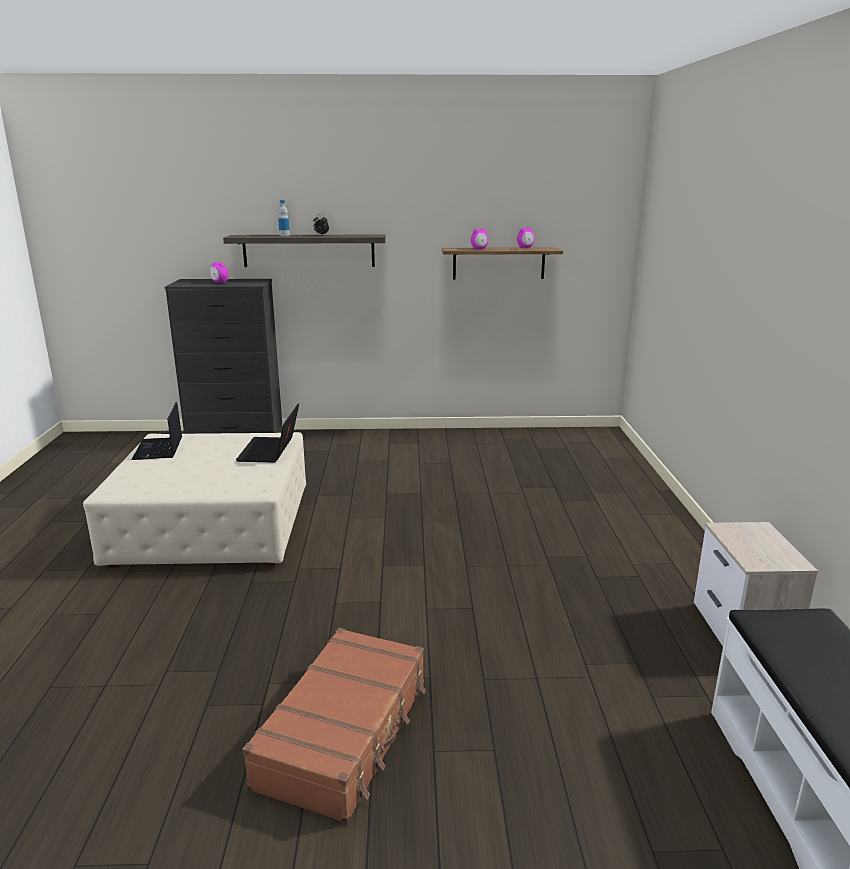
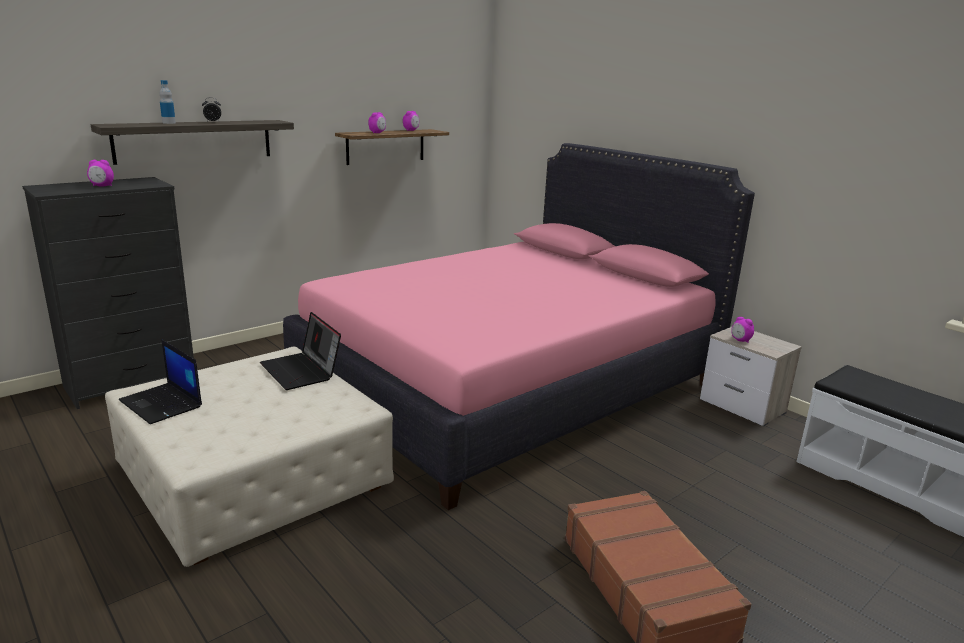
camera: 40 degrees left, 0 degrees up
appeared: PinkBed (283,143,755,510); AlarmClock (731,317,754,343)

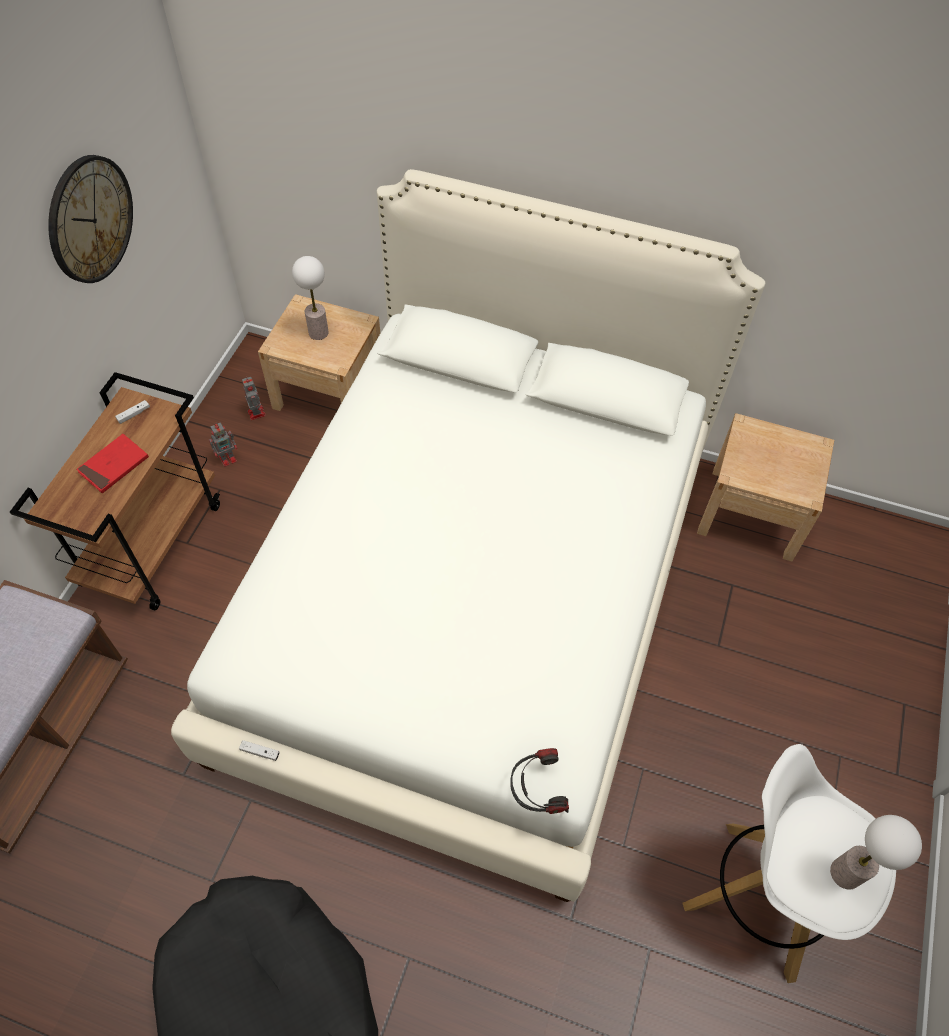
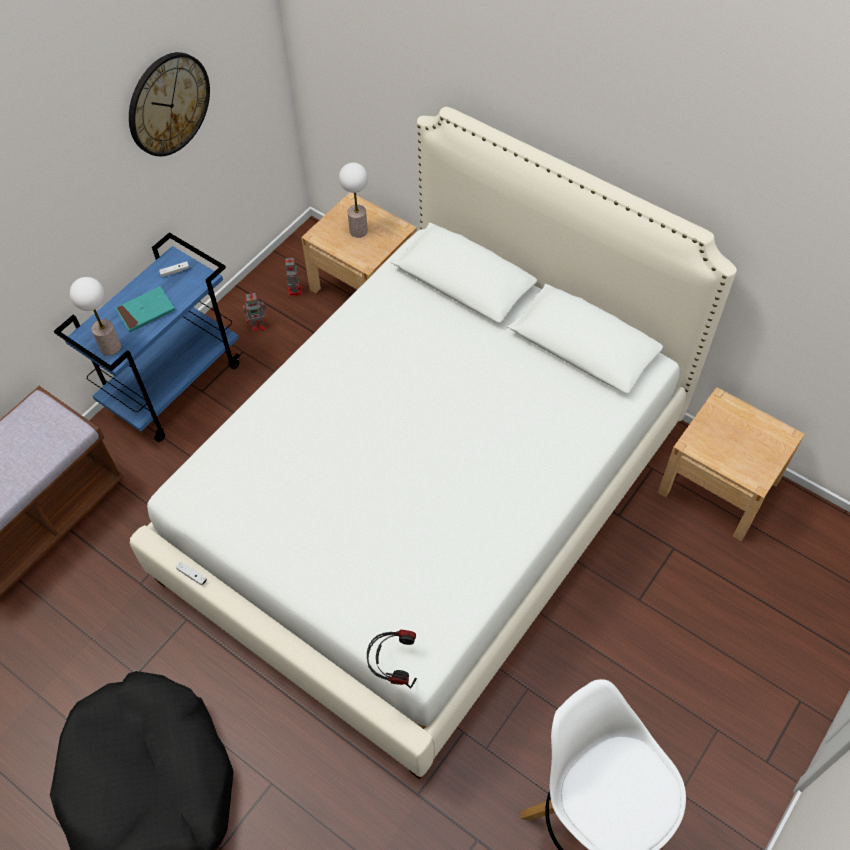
camera: 20 degrees right, 0 degrees up
relocated: TableLamp (830,815,922,890) to (70,277,121,356)
colour: BrownCart (10,372,220,611) to BlueCart (54,232,240,442); RedBook (76,434,149,493) to TurquoiseBook (115,286,175,332)

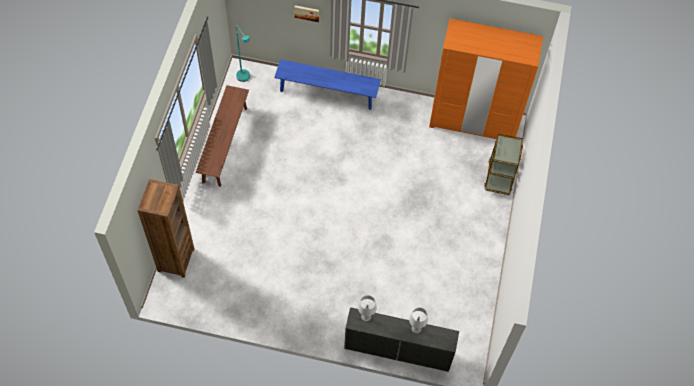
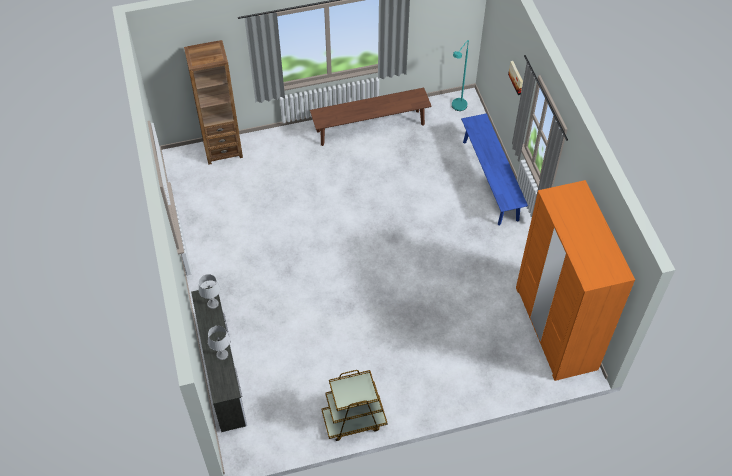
camera: 65 degrees right, 5 degrees down
relocated: BrownCart (484,133,523,195) to (321,370,387,441)

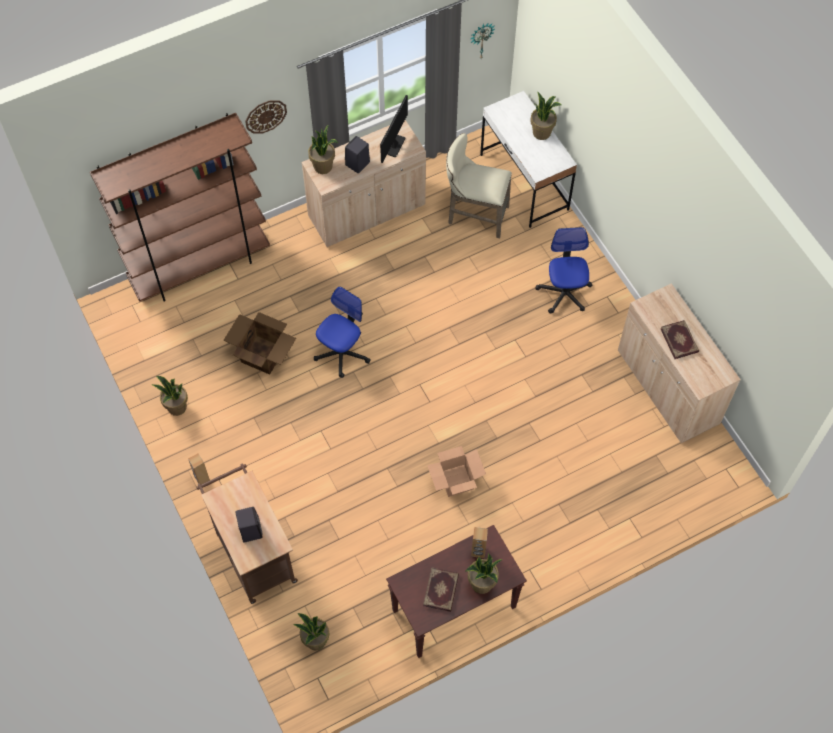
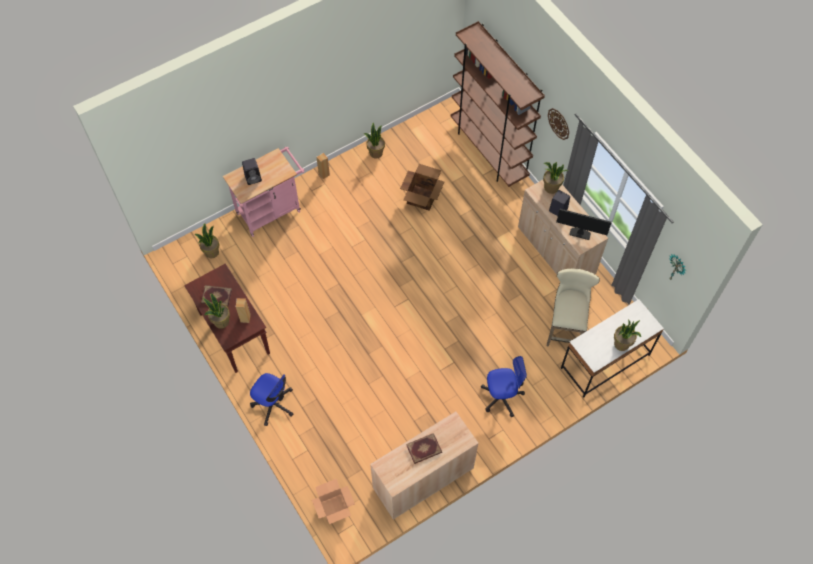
camera: 85 degrees right, 0 degrees up
relocated: OfficeChair (314,286,371,378) to (250,373,293,426); CardboardBox (427,446,486,497) to (312,479,355,524)
colour: BrownCart (196,463,298,604) to PinkCart (223,147,304,237)

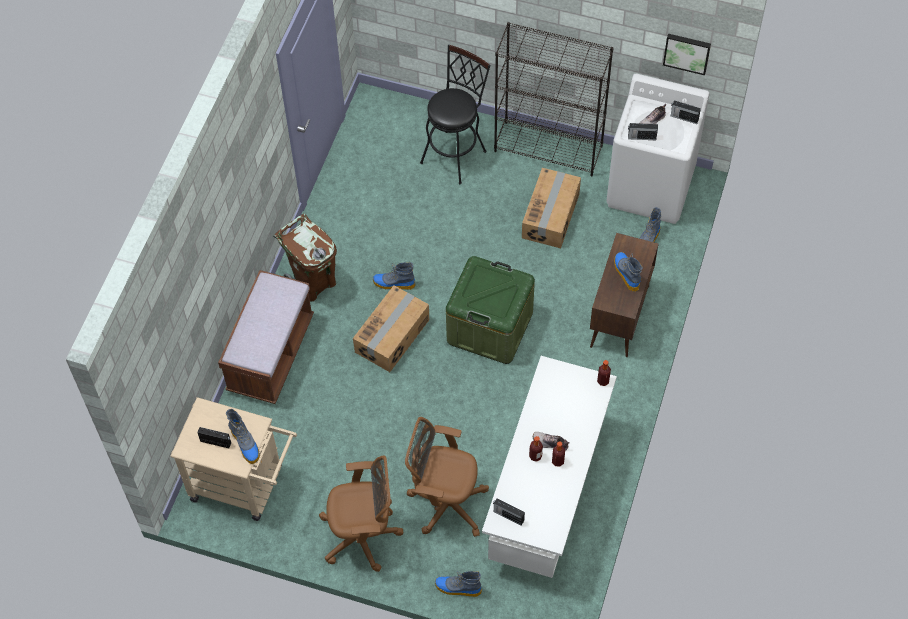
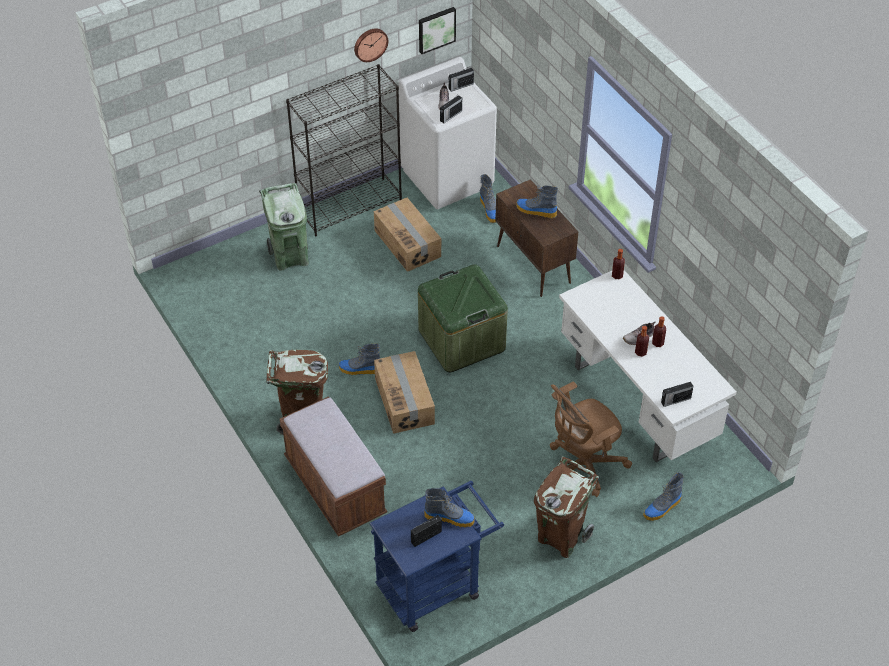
camera: 50 degrees left, 10 degrees down
appeared: WallClock (354,29,388,62)
exchanged: BlackStool (420,45,490,184) to GreenTrashCan (259,183,309,271); BrownOfficeChair (319,455,403,572) to BrownTrashCan (534,456,599,558)
colour: BeigeCart (170,397,297,521) to BlueCart (369,481,504,632)
spun: Boot (373,262,415,290) = (339,343,380,375) 45 degrees clockwise

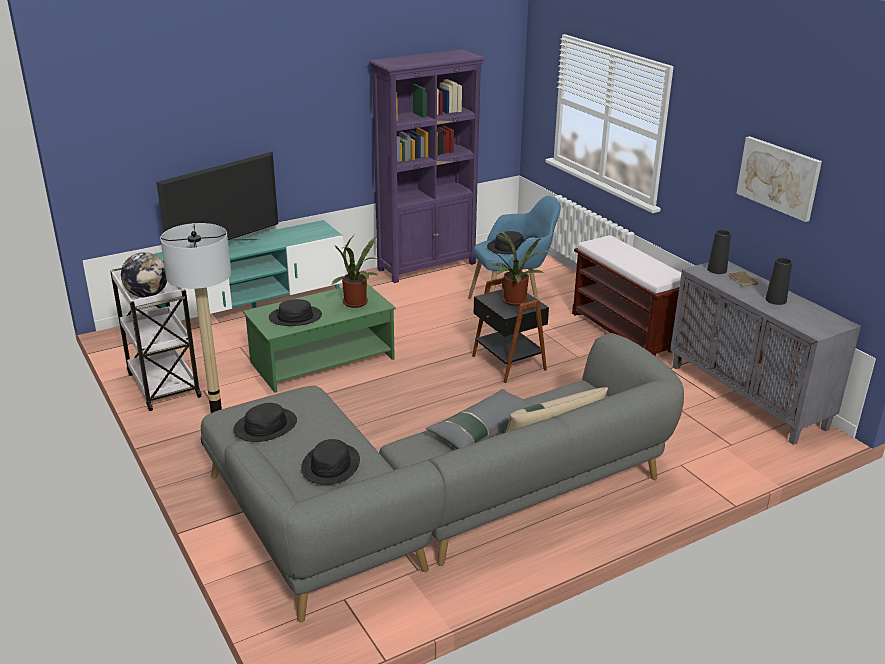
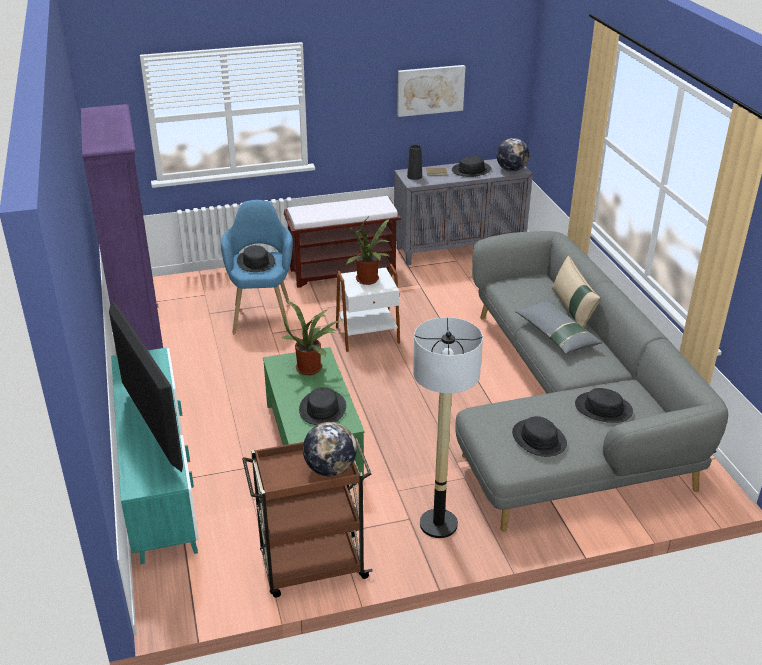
camera: 75 degrees left, 5 degrees up
appeared: Globe (496,138,529,172)
exchanged: BlackVase (765,258,792,305) to BlackHat (452,156,491,177)
colour: WhiteCart (110,260,202,411) to BrownCart (242,438,372,598); BlackSideTable (472,277,549,383) to WhiteSideTable (336,264,400,352)

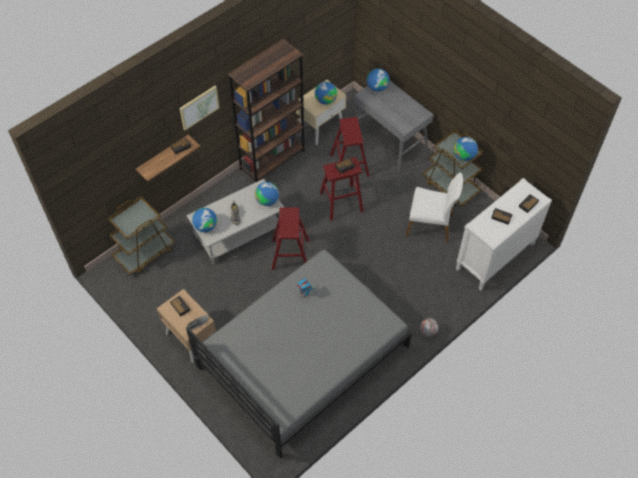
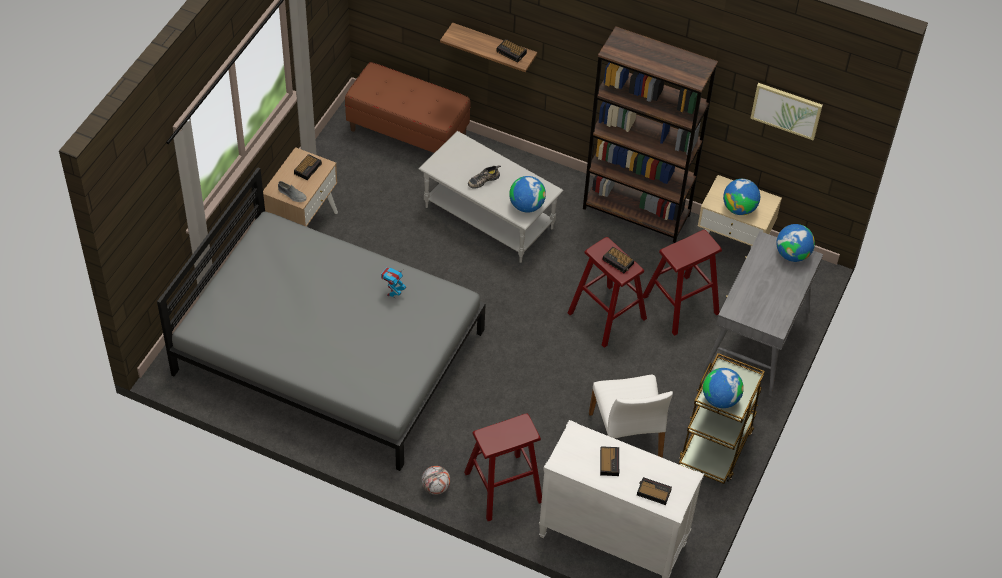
camera: 65 degrees right, 5 degrees down
missing: Globe (192,208,217,232)
relocated: Picture (180,86,220,130) to (750,83,823,140); RedStool (272,207,309,270) to (464,413,542,521)
exchanged: BrownCart (108,196,175,275) to BrownBench (345,62,471,153)

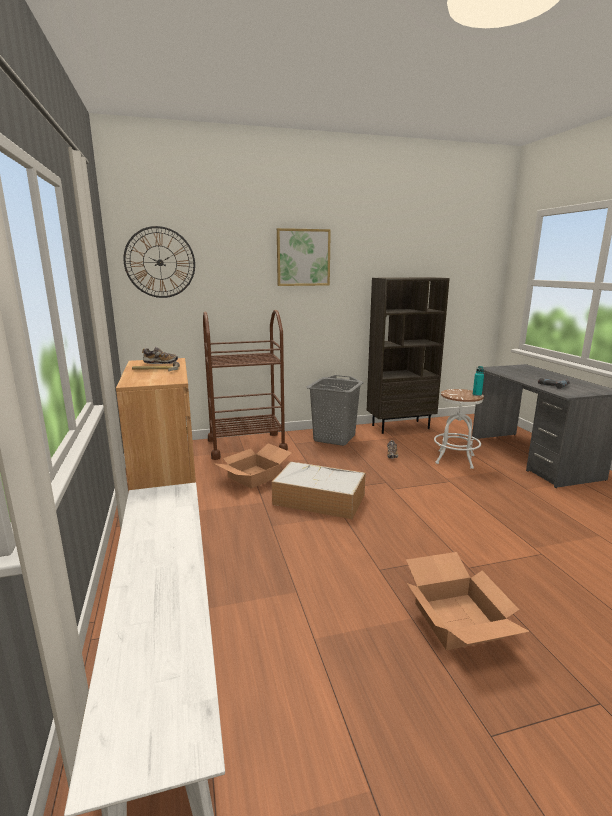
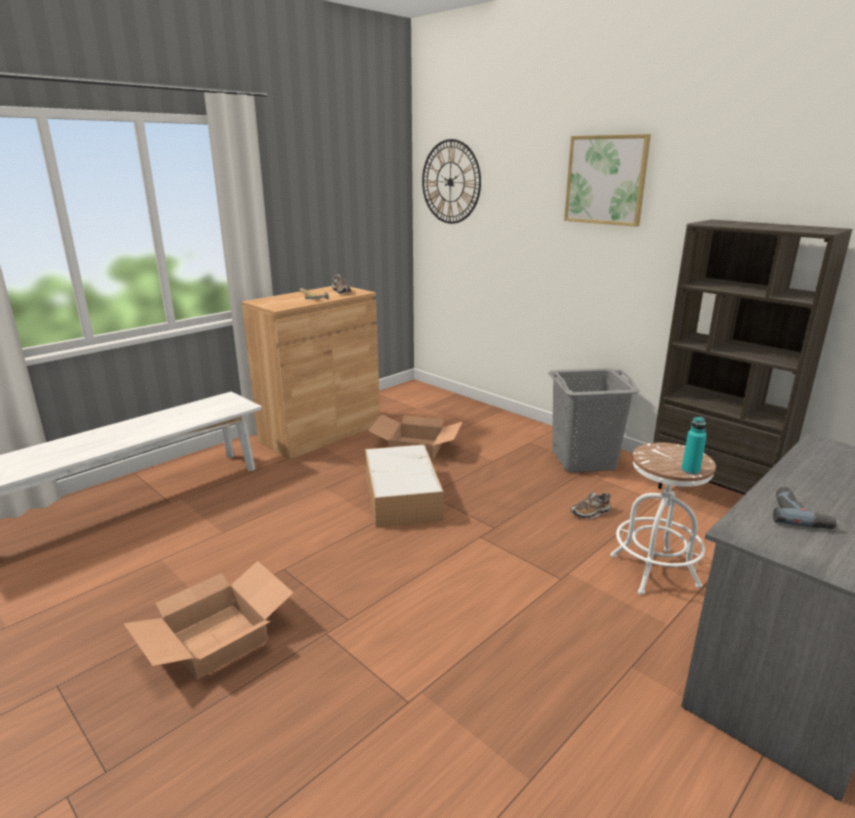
camera: 60 degrees right, 5 degrees up
missing: BrownCart (203,310,288,460)

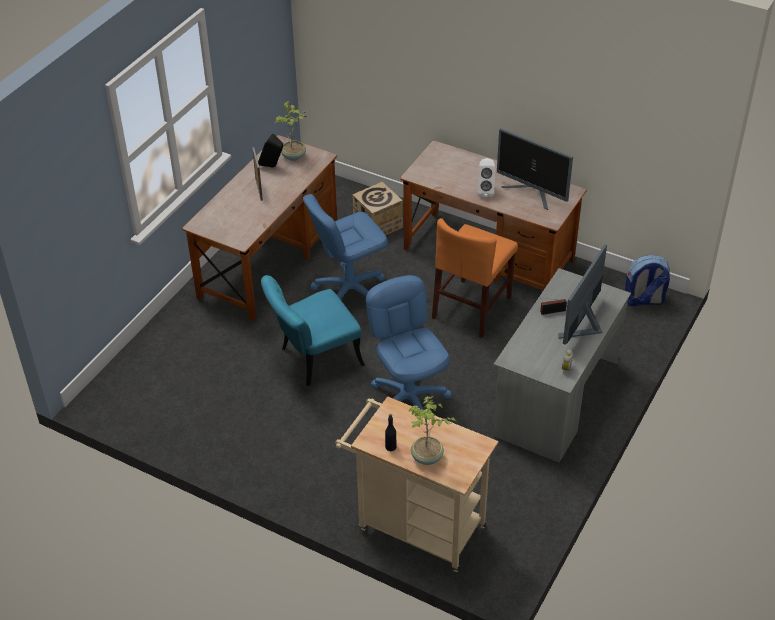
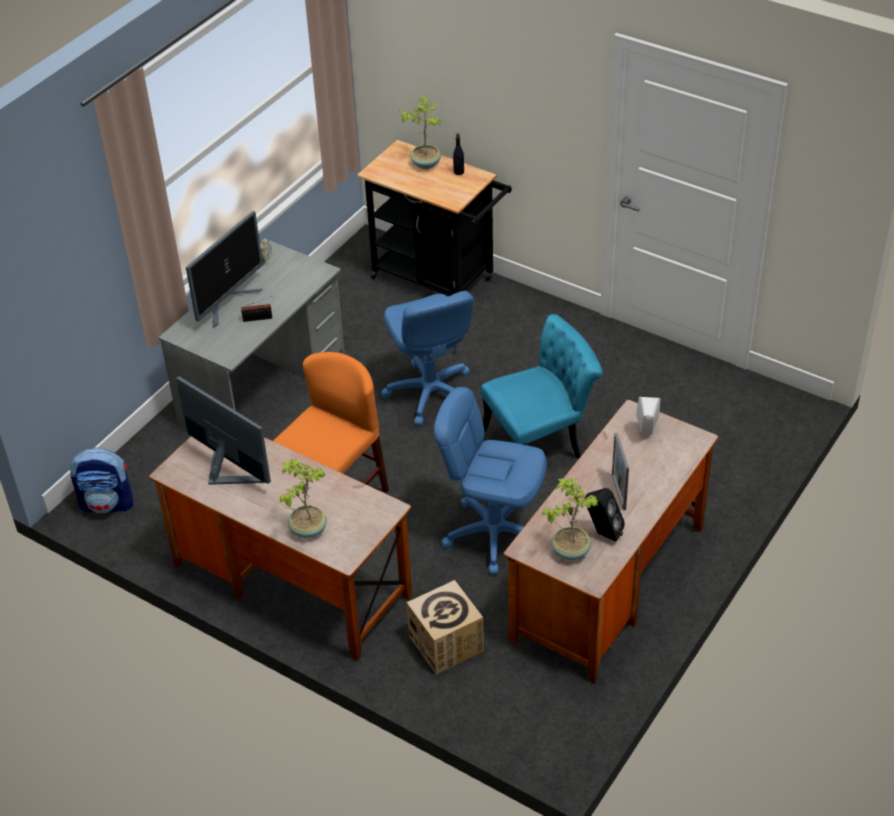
camera: 175 degrees left, 0 degrees up
appeared: PottedPlant (280,459,327,538)
relocated: WhiteSpeaker (478,158,495,198) to (636,397,660,436)
colour: BeigeCart (335,396,498,572) to BlackCart (357,140,512,296)
spun: BlueOfficeChair (303,194,388,300) = (434,387,547,574) 135 degrees counterclockwise

